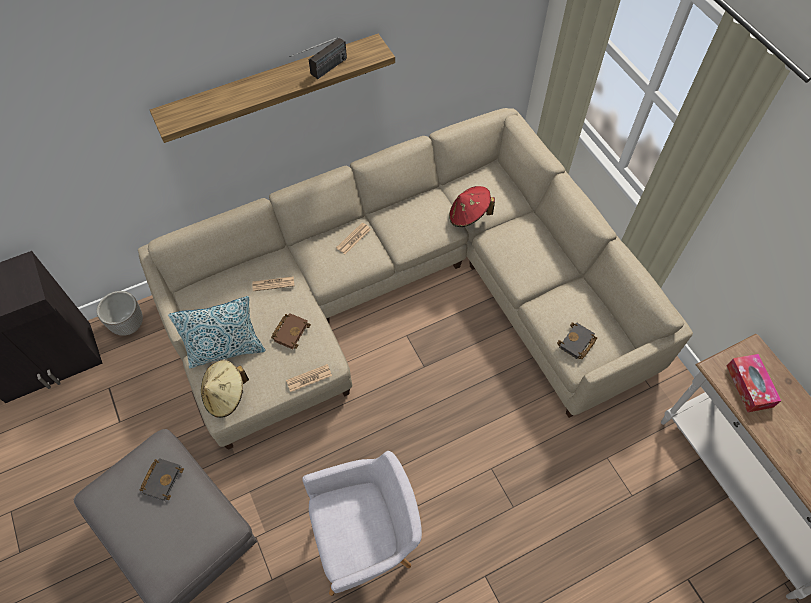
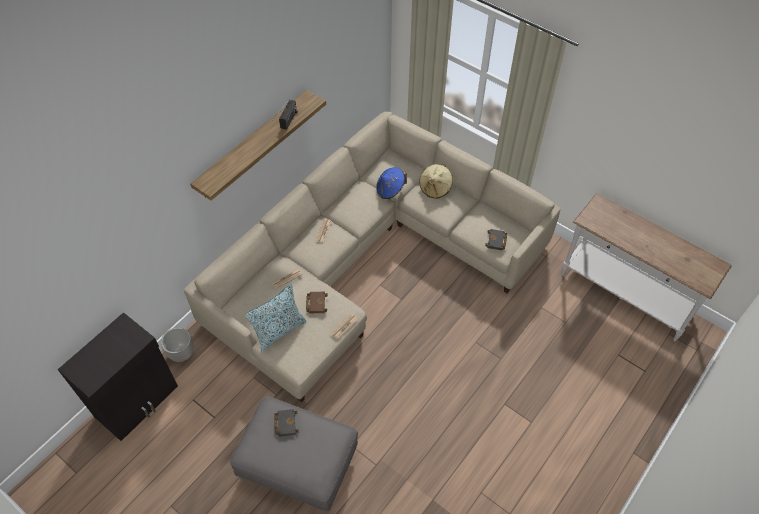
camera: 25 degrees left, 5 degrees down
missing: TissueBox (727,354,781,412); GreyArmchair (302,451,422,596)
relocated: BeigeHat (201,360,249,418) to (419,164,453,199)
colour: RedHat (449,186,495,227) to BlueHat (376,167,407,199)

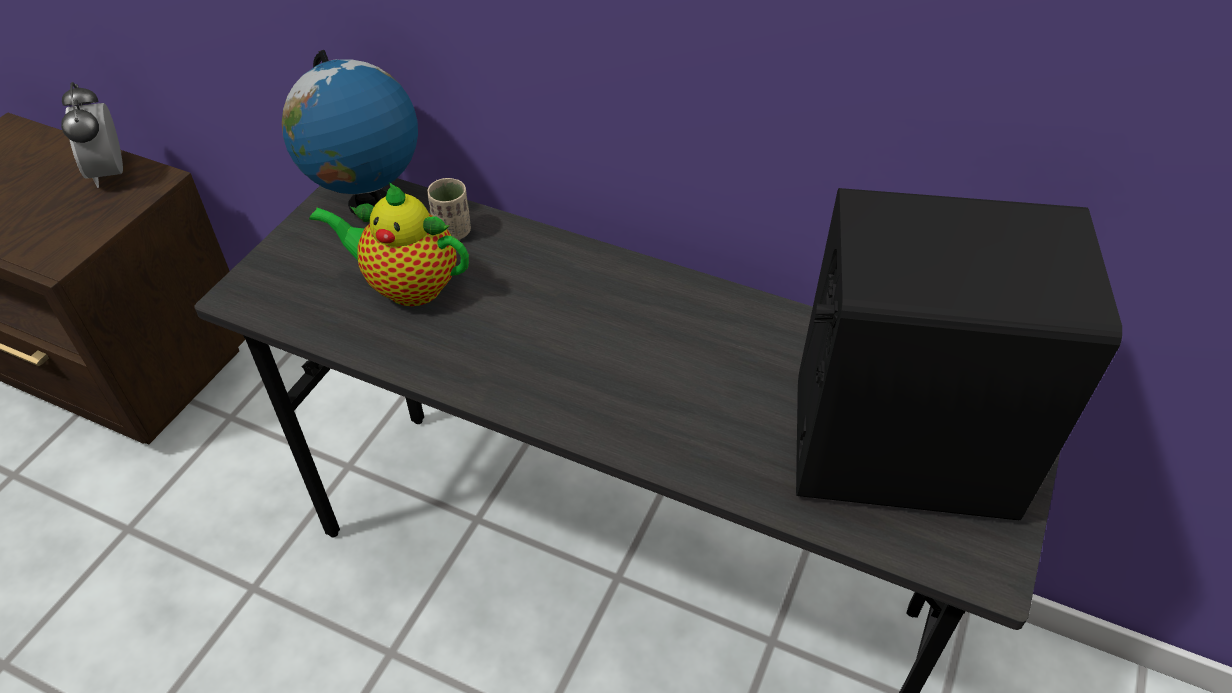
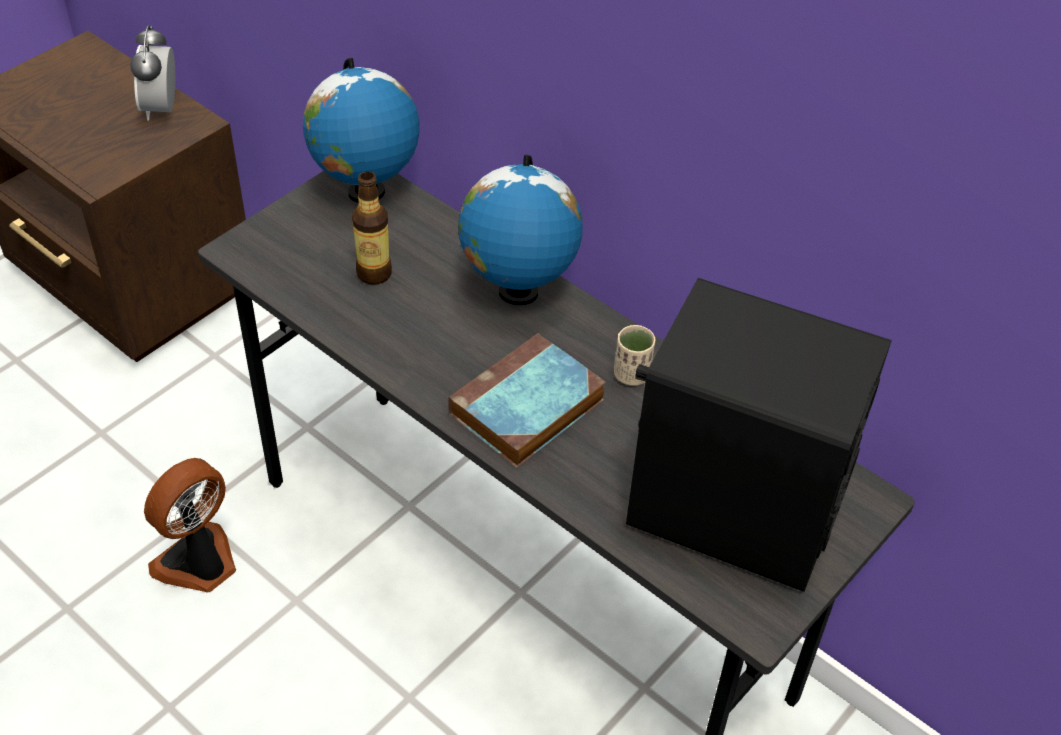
camera: 15 degrees right, 0 degrees up
appeared: Globe (458,155,583,305); Book (448,333,605,468); Fan (144,458,236,593)
relocated: BeigeCup (427,178,471,240) to (614,325,655,386)
exchanged: Teapot (309,182,469,306) to Bottle (352,172,392,285)

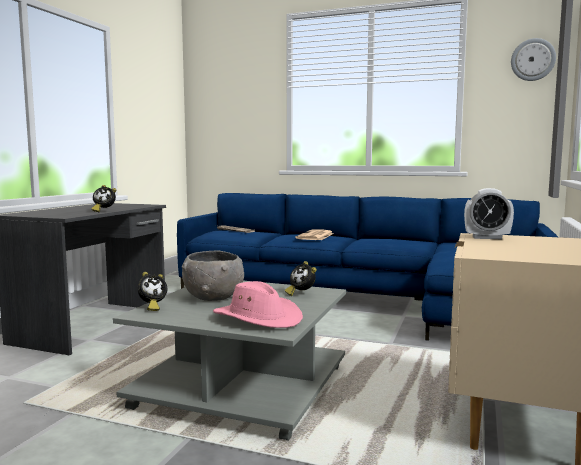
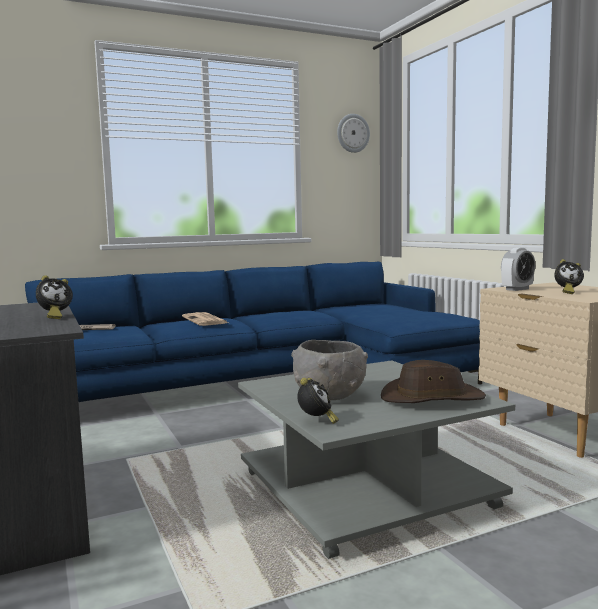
camera: 45 degrees left, 0 degrees up
relocated: AlarmClock (285,261,317,296) to (554,259,584,294)
colour: PinkHat (213,281,303,328) to BrownHat (381,360,486,403)

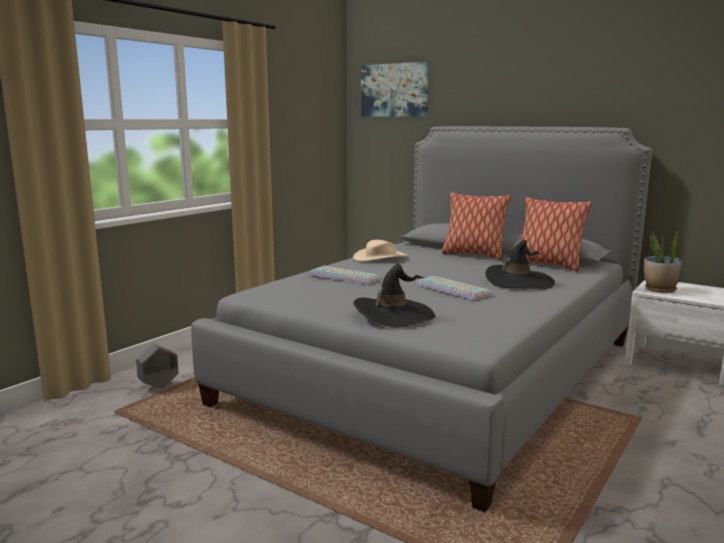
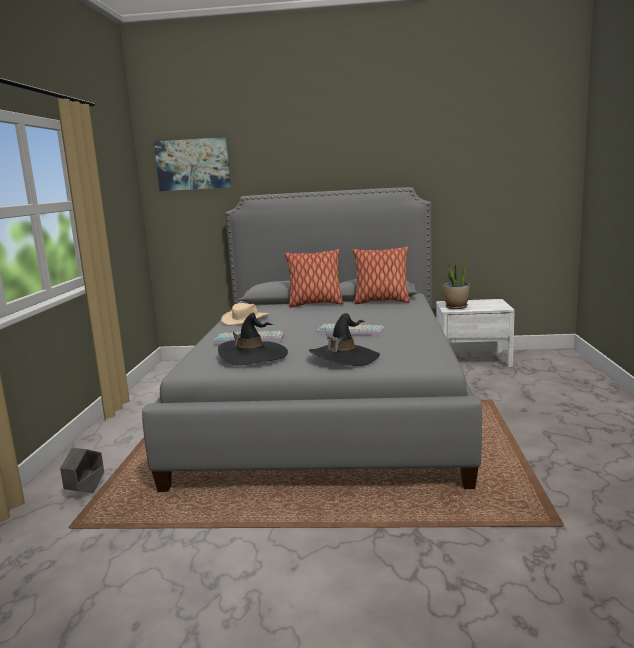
camera: 30 degrees left, 0 degrees up
relocated: BlackHat (485,240,555,289) to (218,313,288,366)

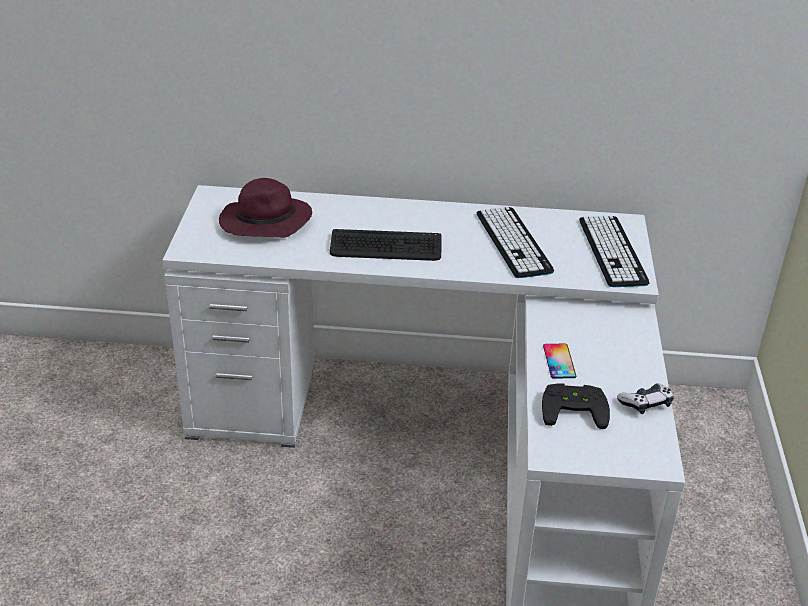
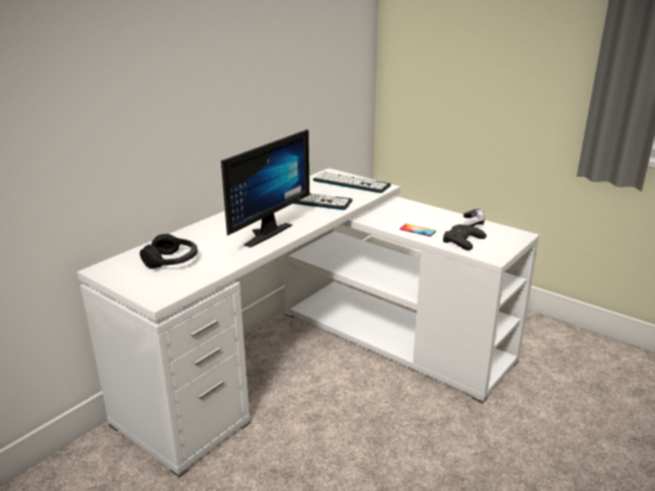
camera: 55 degrees left, 10 degrees down
exchanged: PurpleHat (219,178,312,238) to BlackHeadphones (140,234,198,269); Keyboard (330,229,442,261) to Monitor (221,129,310,248)

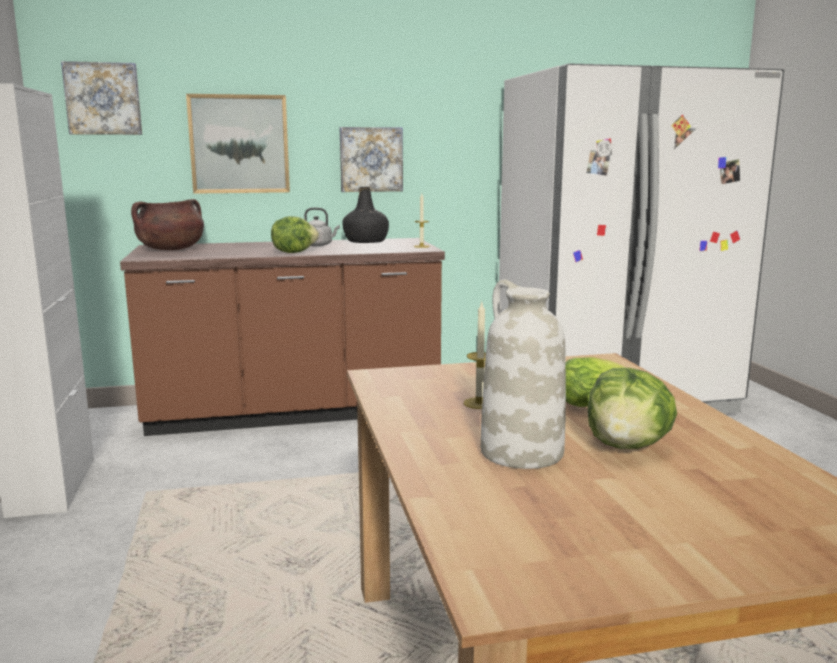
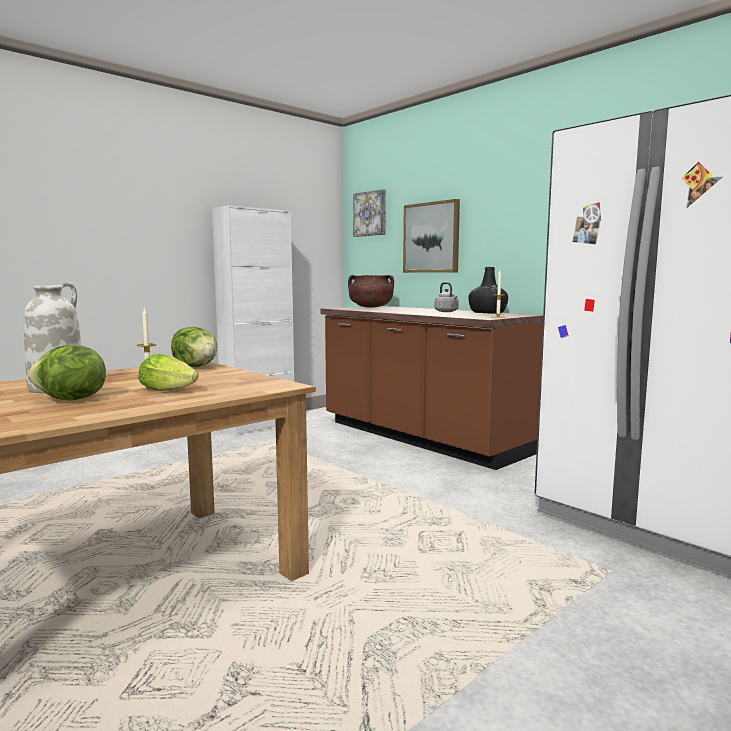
camera: 60 degrees right, 5 degrees down
missing: Picture (340,127,403,192)
relocated: Lettuce (271,216,319,253) to (171,327,218,367)

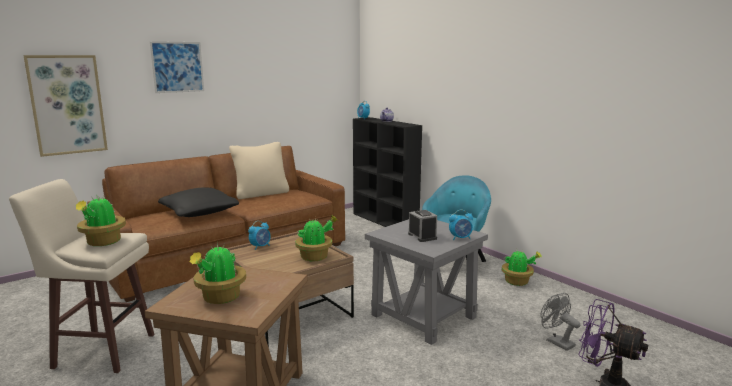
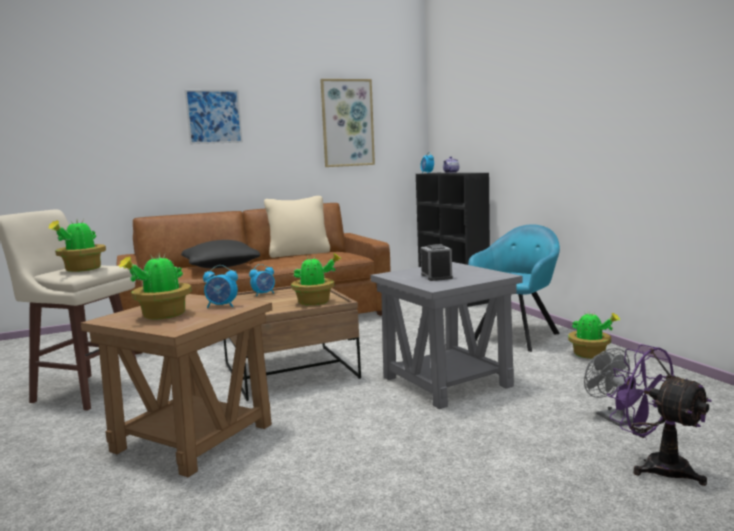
camera: 15 degrees right, 5 degrees down
relocated: Picture (23,55,108,157) to (320,79,375,167); AlarmClock (449,210,473,240) to (203,265,238,308)

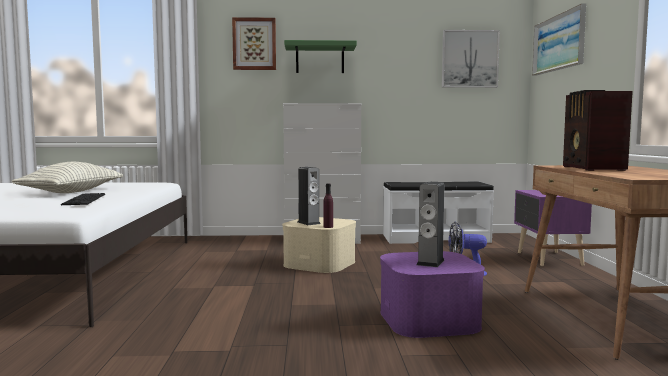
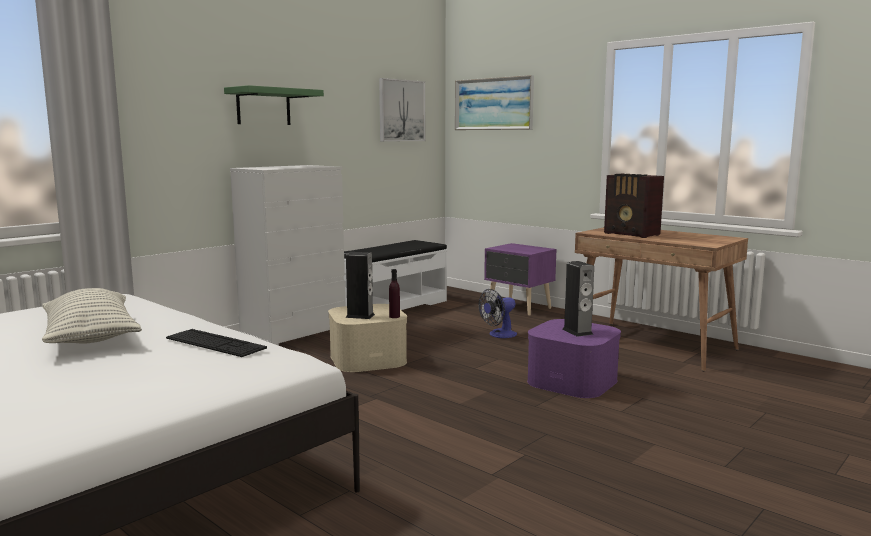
camera: 45 degrees left, 5 degrees up
missing: Picture (232,17,276,70)

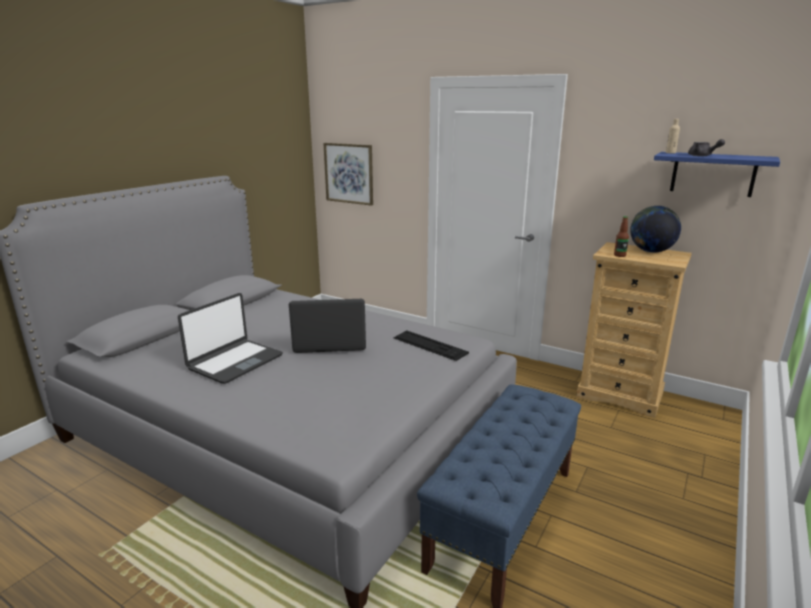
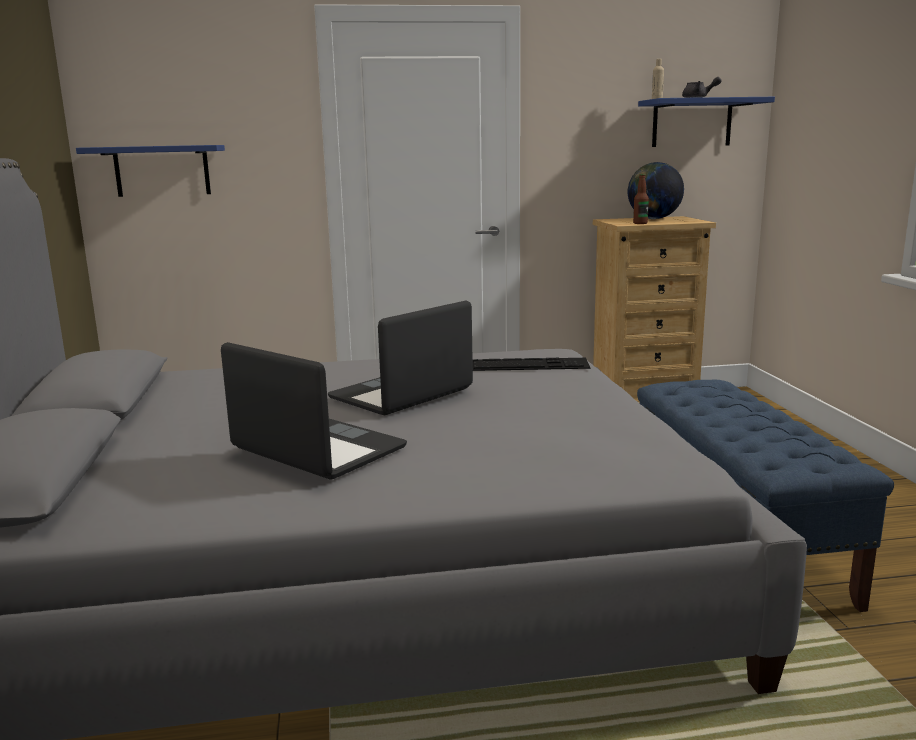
camera: 40 degrees left, 5 degrees down
exchanged: Picture (323,143,373,206) to BlueShelf (76,145,225,197)
spun: Laptop (178,293,283,384) = (221,342,407,480) 45 degrees counterclockwise

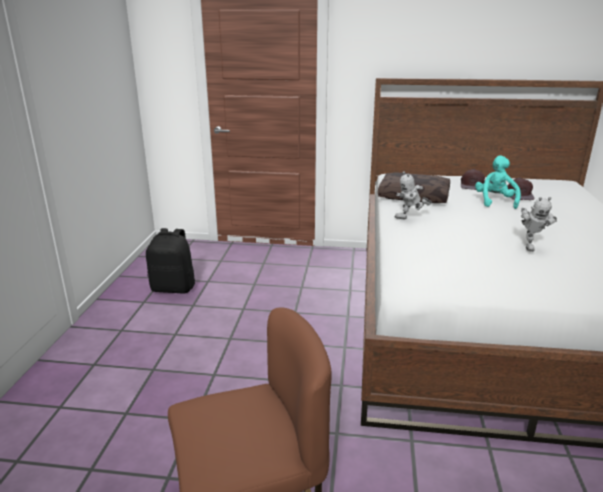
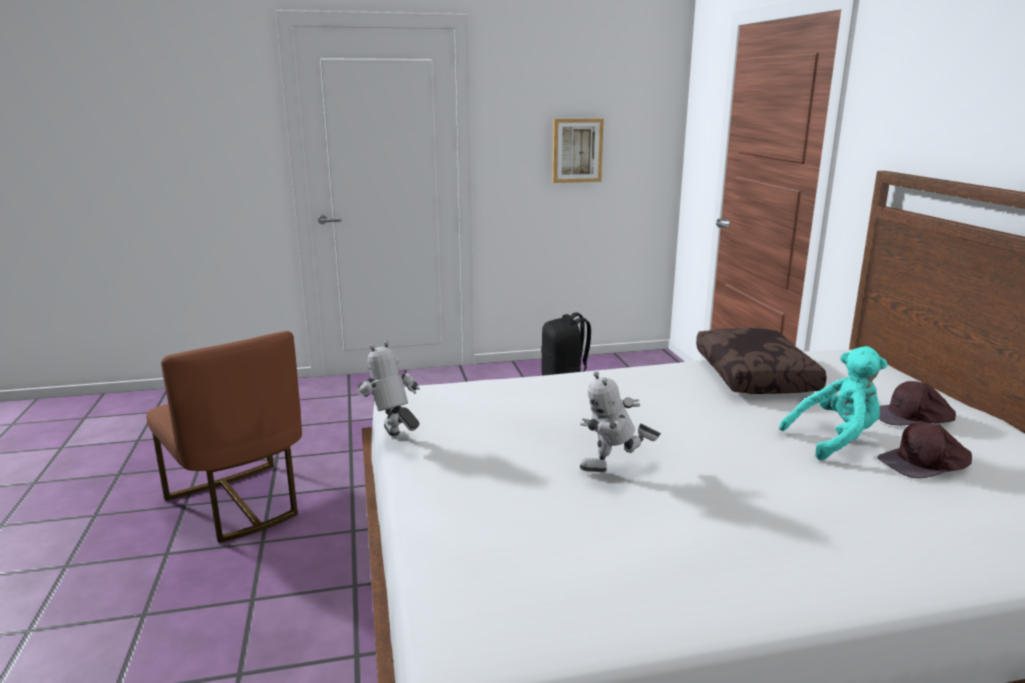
camera: 70 degrees right, 5 degrees down
appeared: Picture (552,118,604,183)
relocated: ToyRobot (394,171,432,219) to (357,340,420,436)

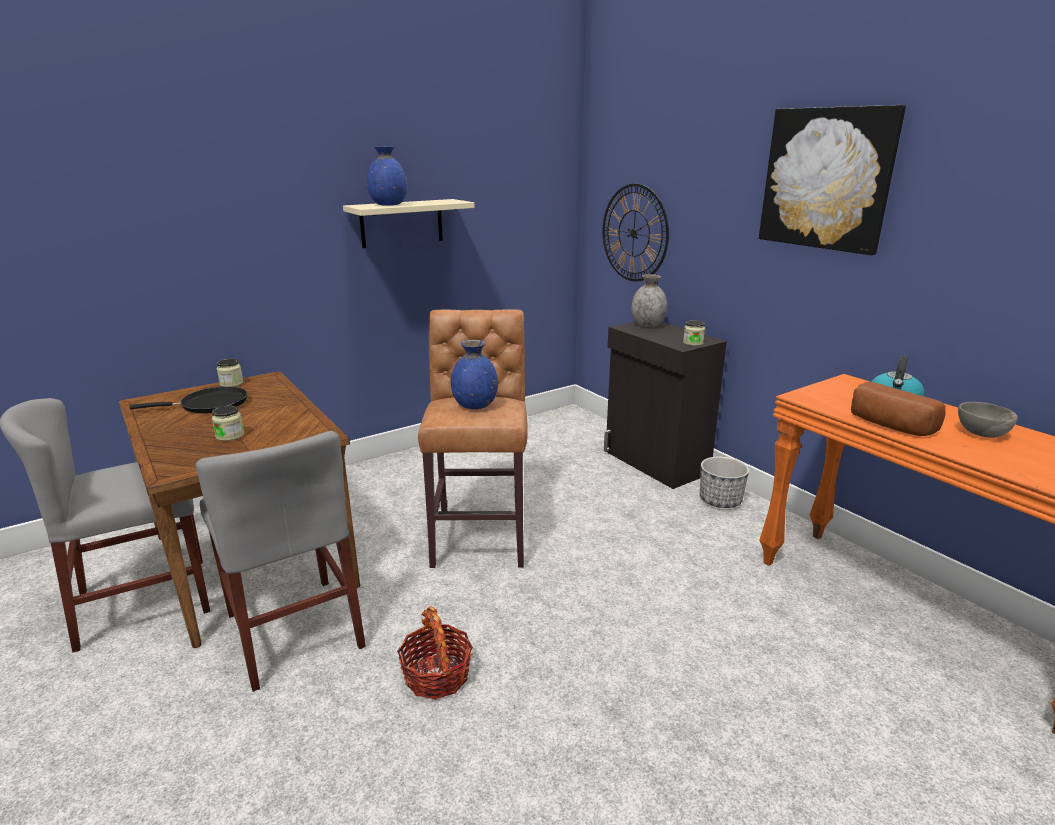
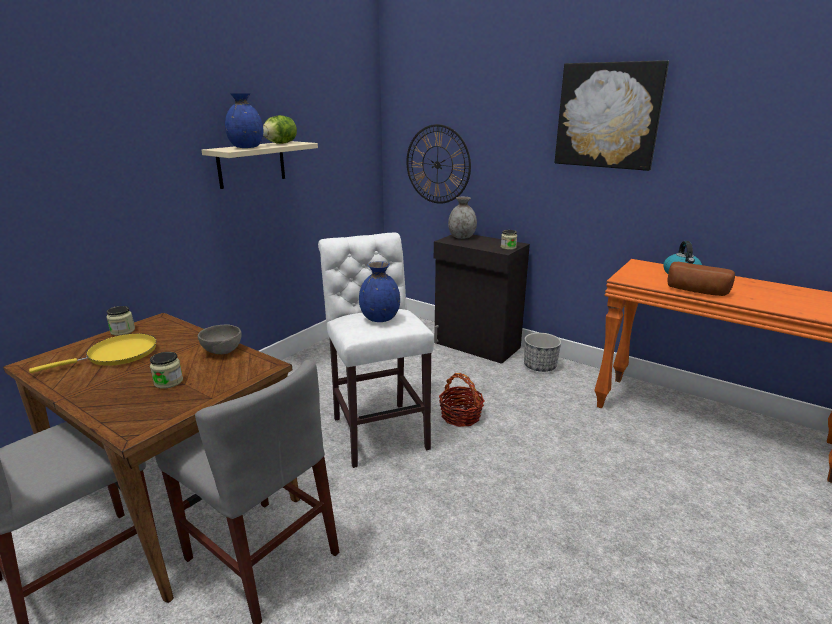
camera: 20 degrees left, 0 degrees up
appeared: Lettuce (263,115,297,144)
relocated: GreyBowl (958,402,1017,438) to (198,325,241,354); Basket (397,606,473,700) to (439,373,485,427)
colour: BrownStool (418,309,528,568) to WhiteStool (318,233,434,468); BlackFryingPan (129,386,247,413) to YellowFryingPan (29,333,156,373)

